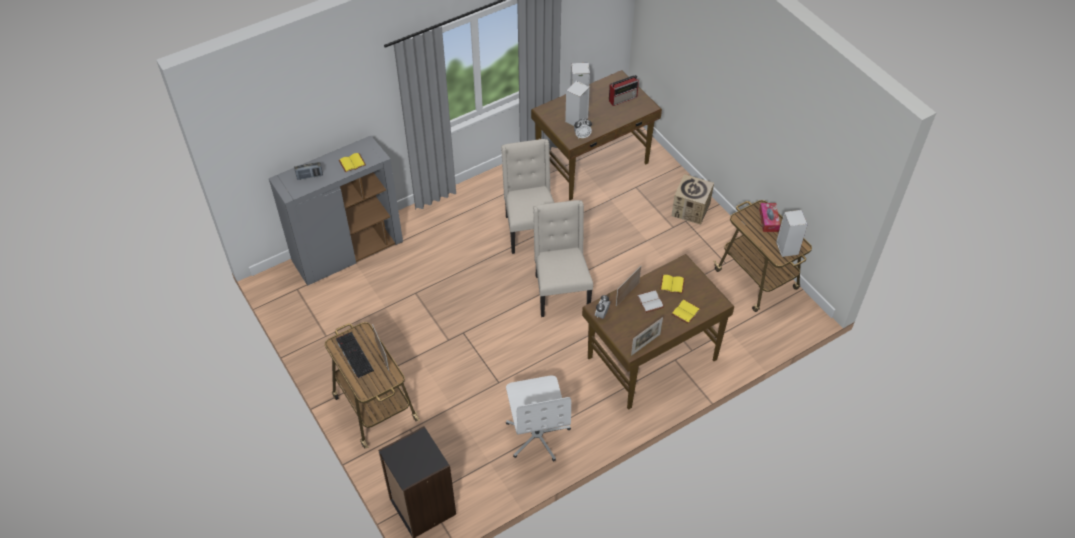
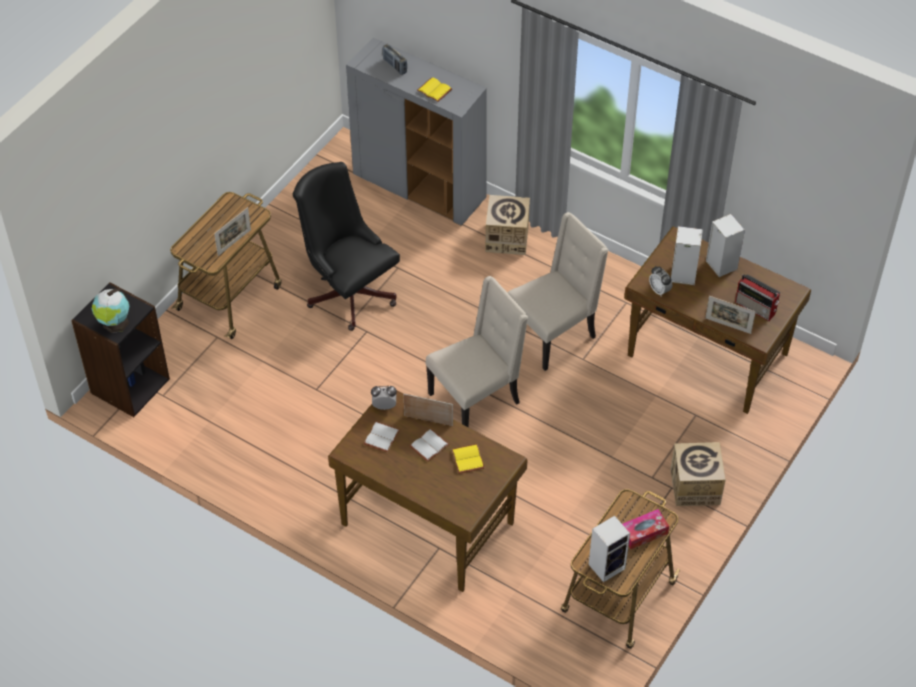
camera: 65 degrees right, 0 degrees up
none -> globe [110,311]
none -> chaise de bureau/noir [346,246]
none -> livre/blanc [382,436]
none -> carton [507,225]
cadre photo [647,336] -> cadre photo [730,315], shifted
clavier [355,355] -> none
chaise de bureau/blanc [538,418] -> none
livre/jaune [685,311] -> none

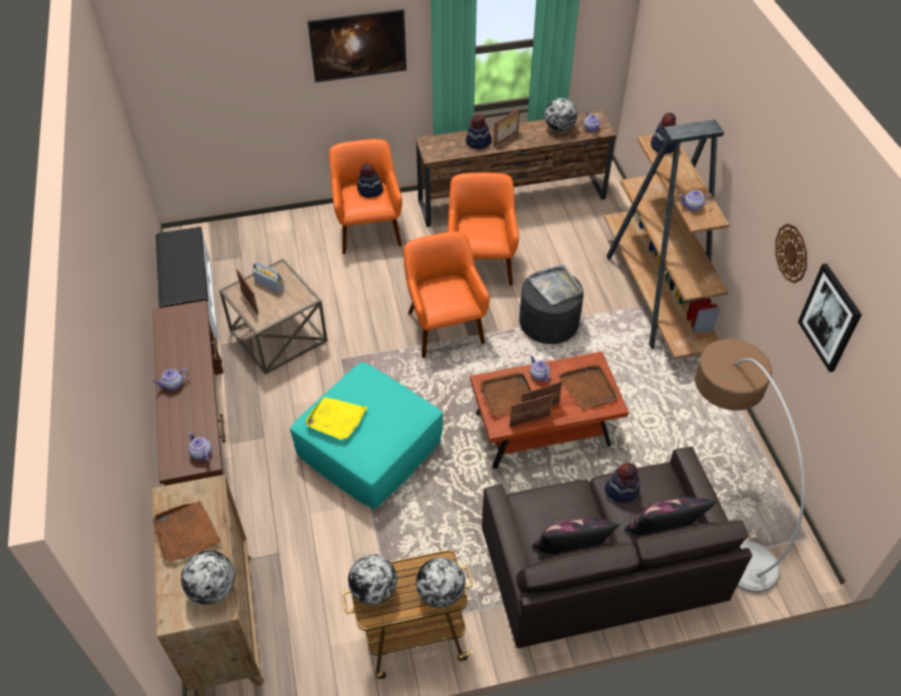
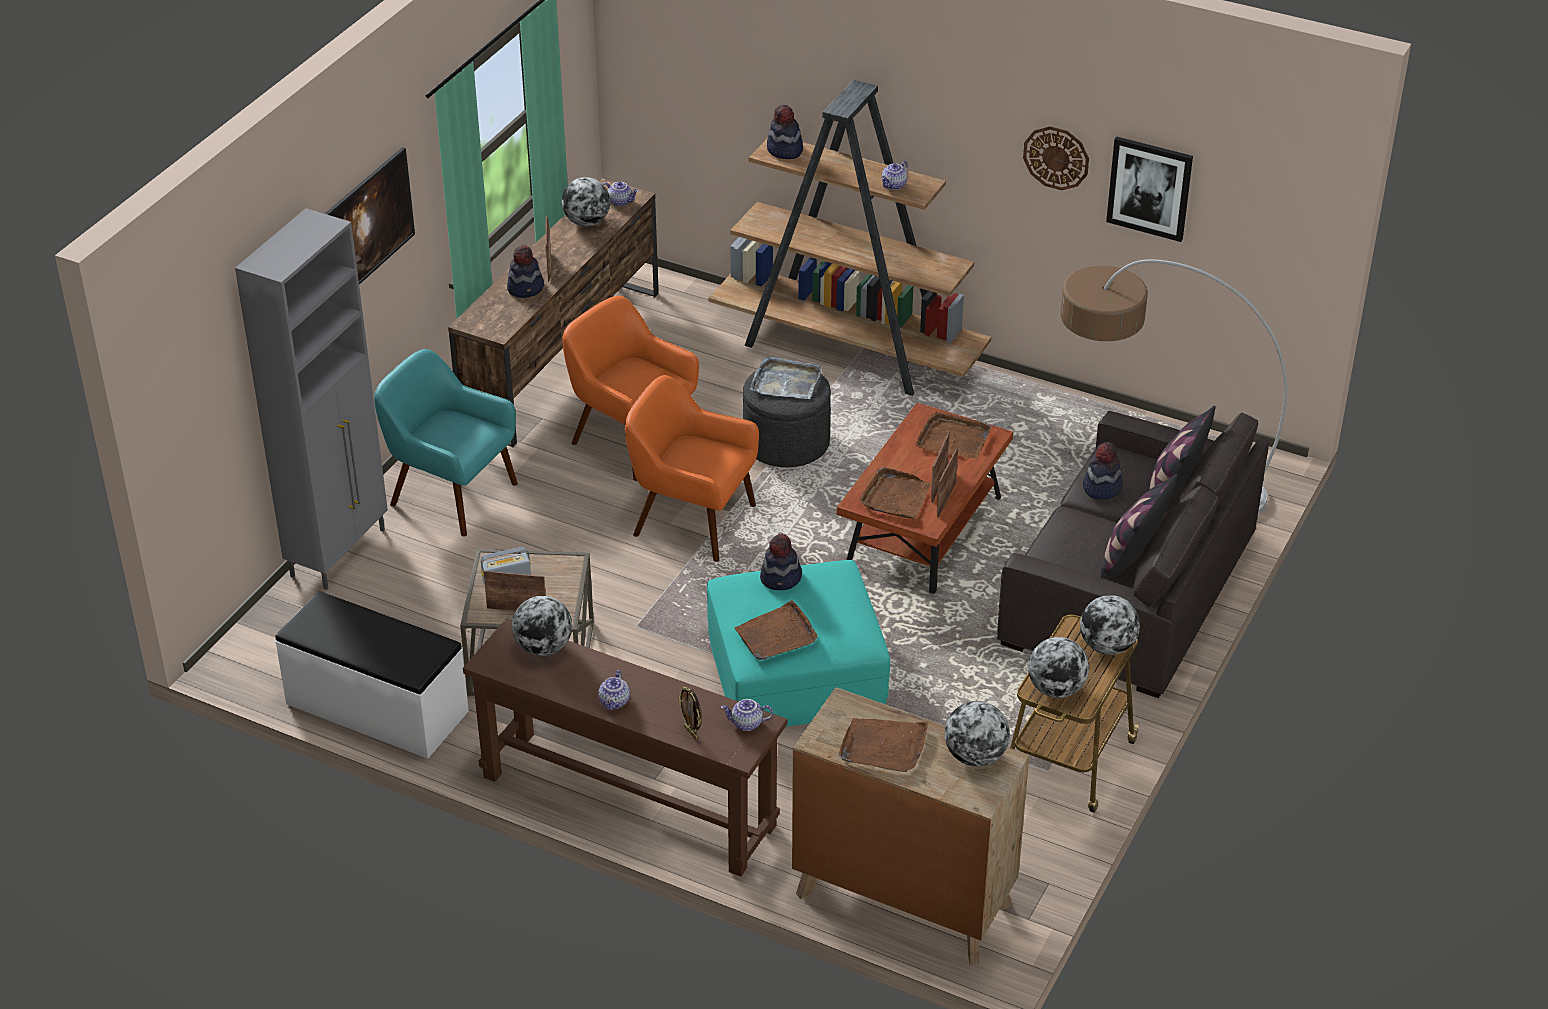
camera: 50 degrees left, 10 degrees down
none -> meuble de rangement/gris [311,399]
fauteuil/orange [365,196] -> fauteuil/turquoise [446,443]
none -> globe [542,626]
none -> cadre photo [690,713]
plateau/jaune [336,418] -> plateau/marron [776,630]
chapeau [370,180] -> chapeau [781,562], shifted
théière [540,369] -> none

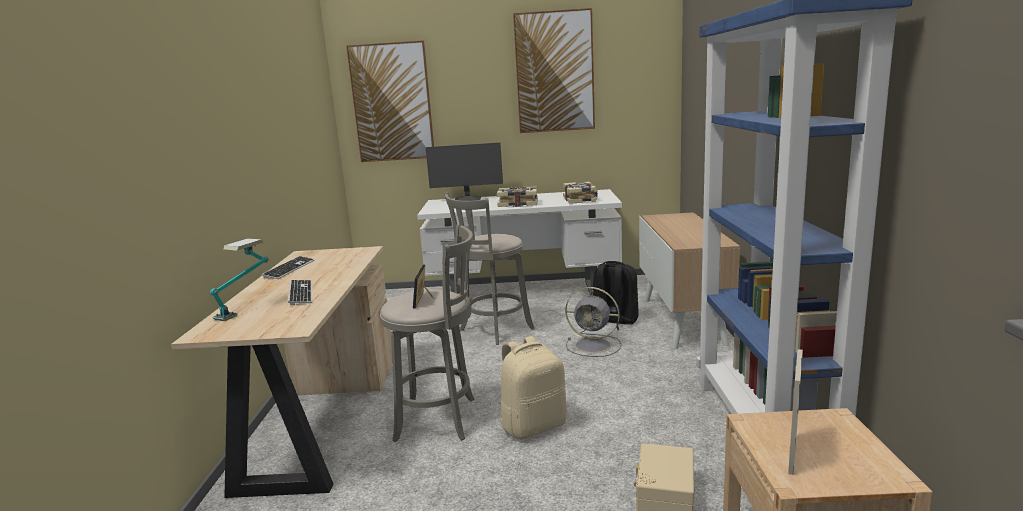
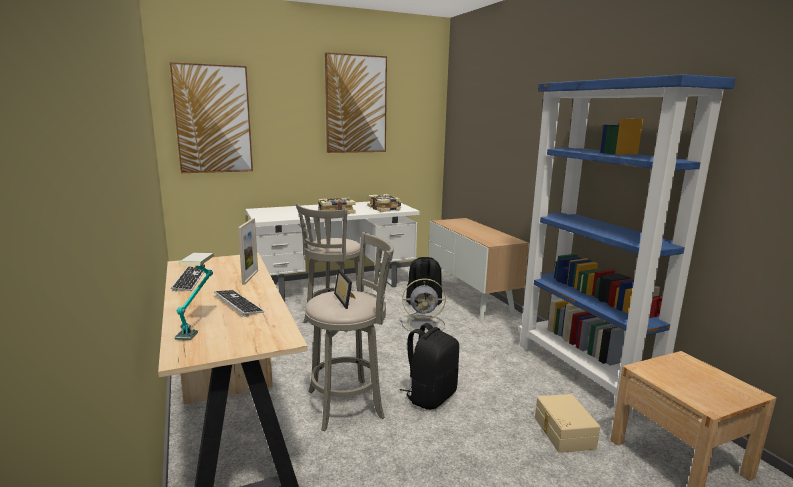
camera: 25 degrees left, 0 degrees up
cadre photo [795,412] -> cadre photo [248,251], shifted
sac à dos/beige [534,388] -> sac à dos/noir [429,366]
écran d'ordinateur [464,172] -> none

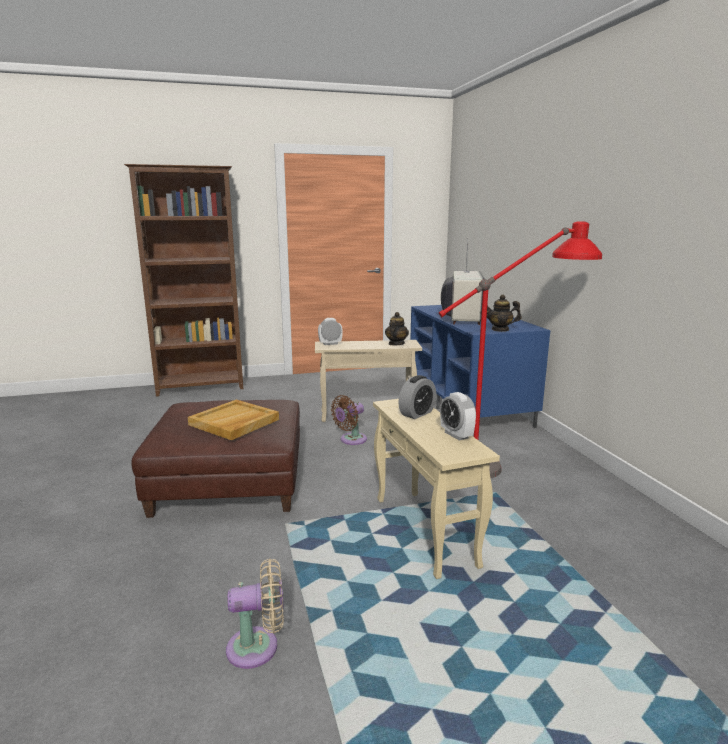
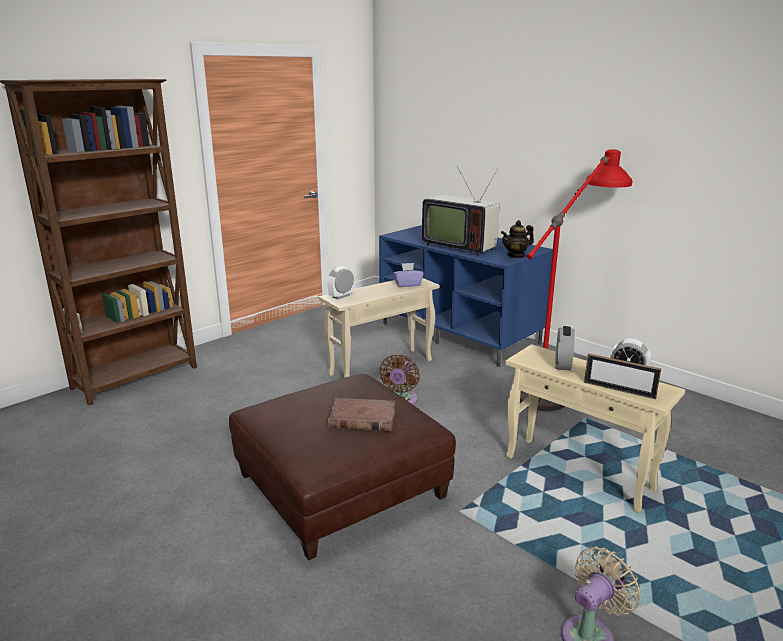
camera: 30 degrees left, 5 degrees up
plateau/beige [233,419] -> livre/marron [362,414]
théière [397,328] -> boîte à mouchoirs/violet [408,275]
téléviseur [463,283] -> téléviseur [460,211], 150 degrees clockwise
none -> cadre photo [622,376]

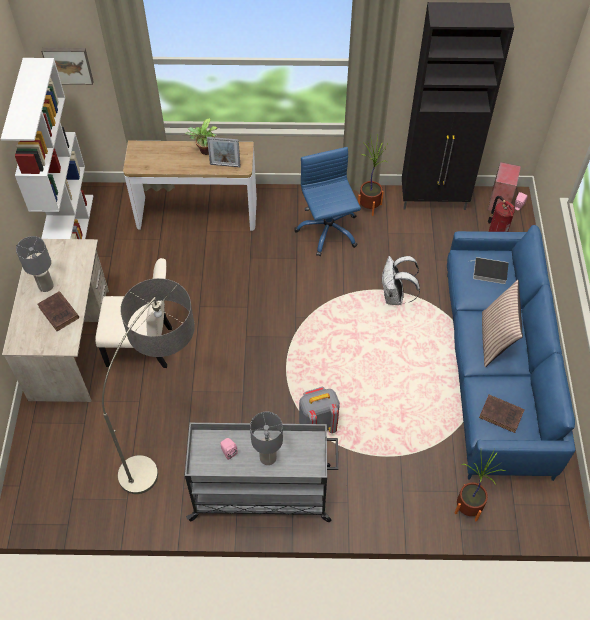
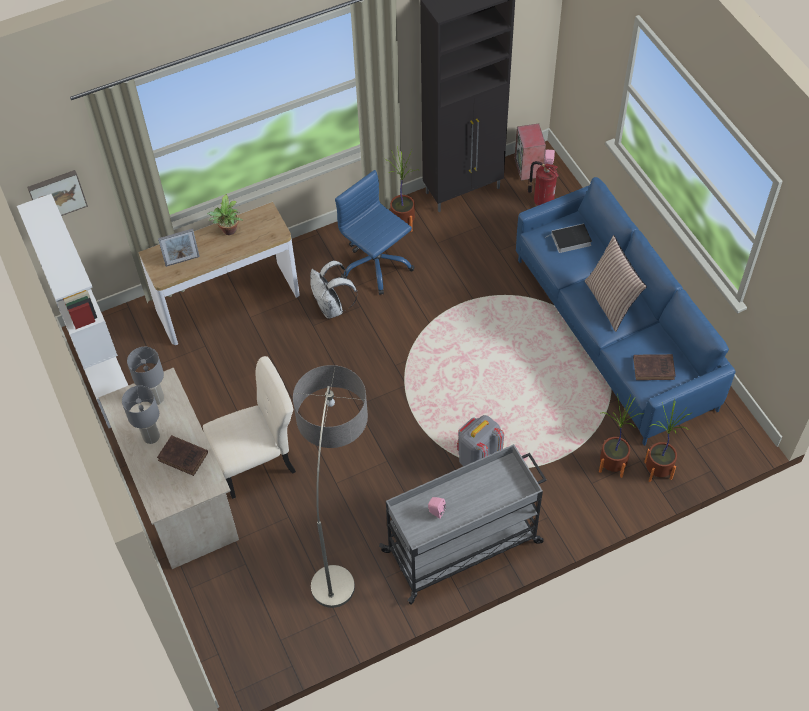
camera: 25 degrees left, 0 degrees up
lampe de table/gris [266,438] -> lampe de table/gris [145,376], shifted
cadre photo [224,152] -> cadre photo [179,248], shifted
sac à dos/blanc [401,280] -> sac à dos/blanc [333,290], shifted
none -> plante en pot [621,436]

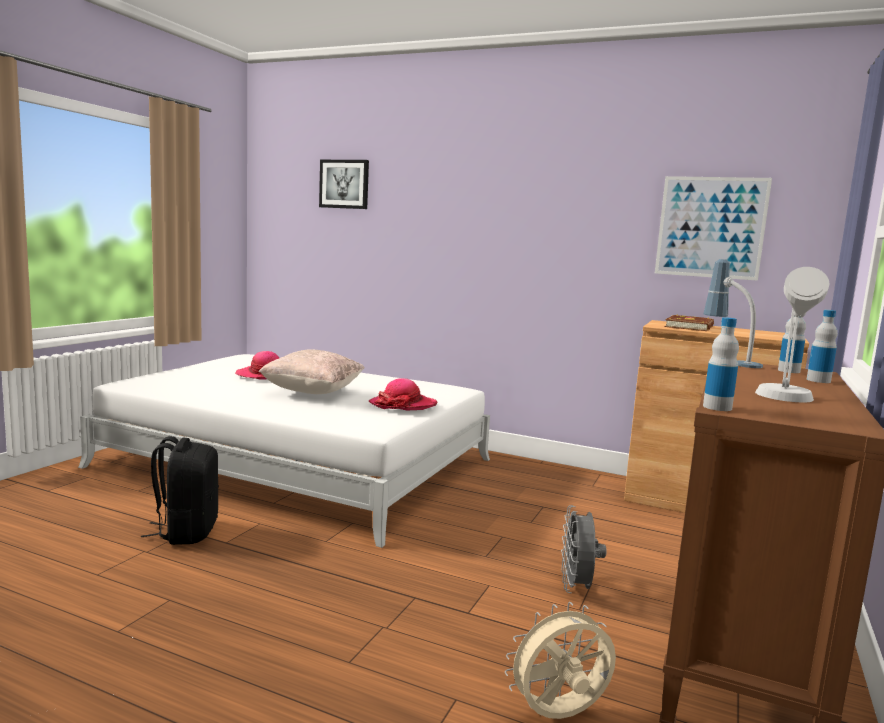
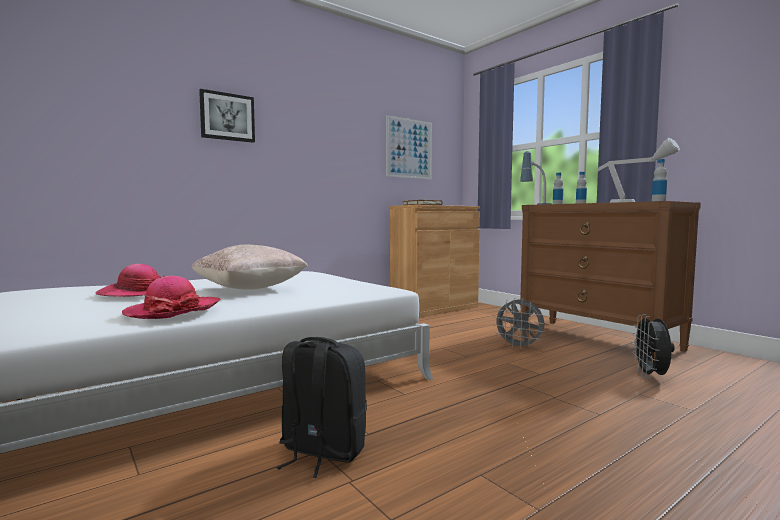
camera: 60 degrees left, 5 degrees down
chapeau [403,394] -> chapeau [171,297], shifted
tableau [344,184] -> tableau [227,116], shifted
ventilateur/beige [560,660] -> ventilateur/noir [653,346]

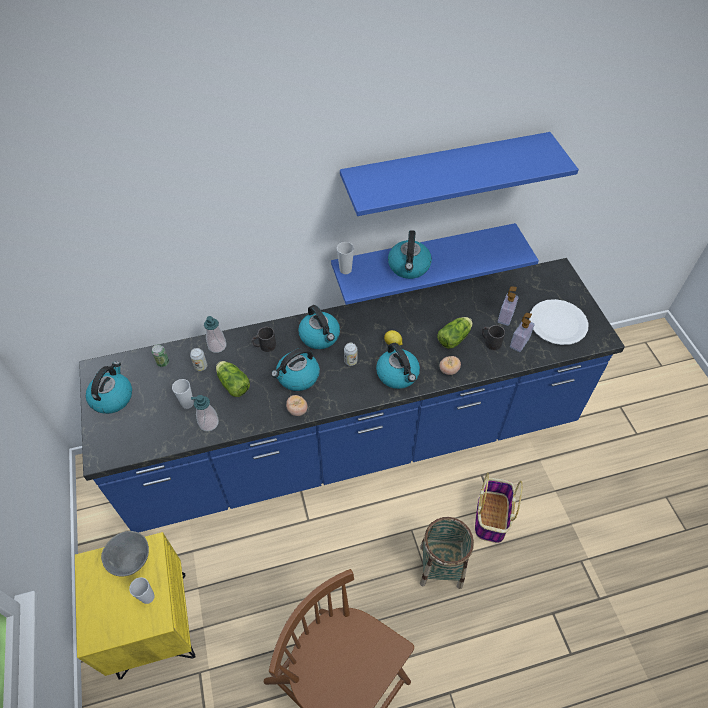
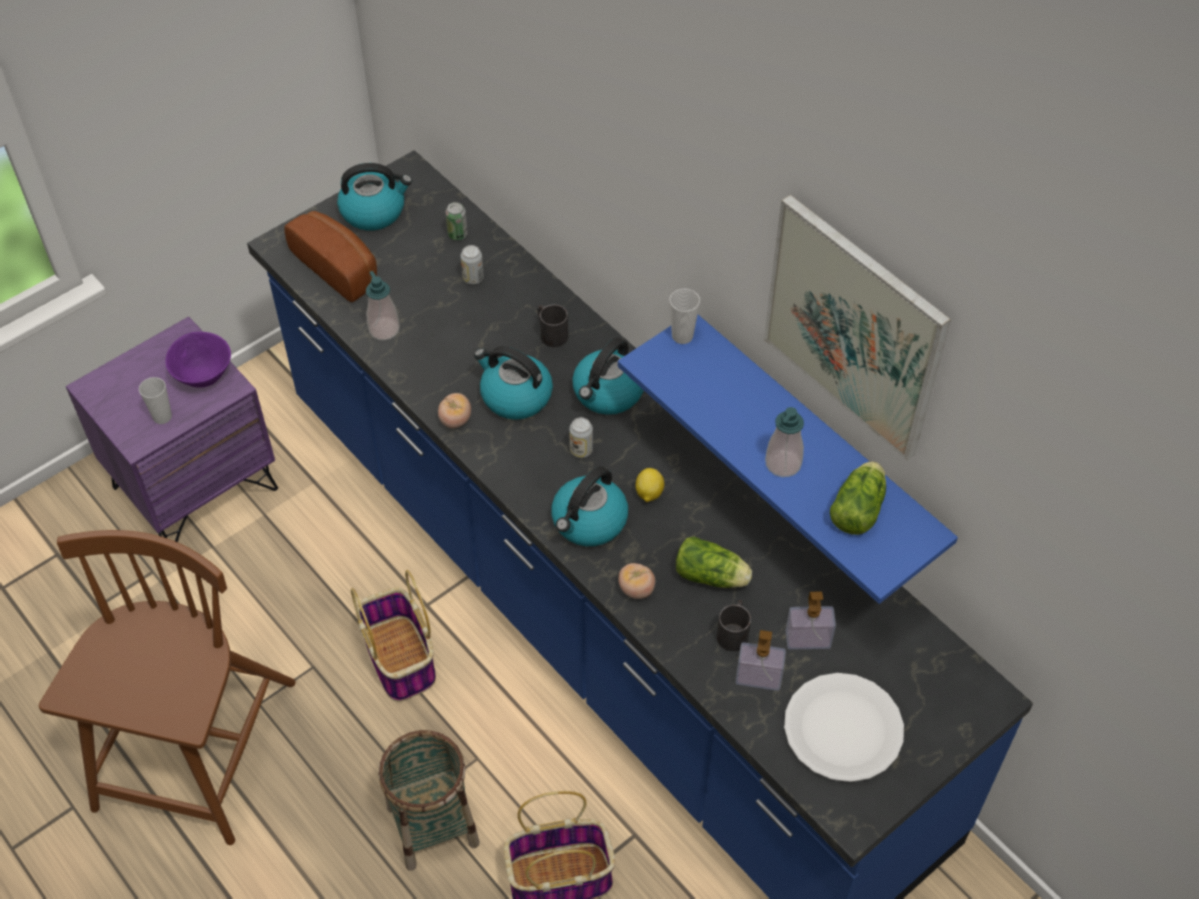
camera: 65 degrees right, 0 degrees up
table de chevet/jaune [135,606] -> table de chevet/violet [172,429]
bol/gris [125,553] -> bol/violet [198,360]
none -> pain [330,256]
none -> panier [393,636]
étagère/bleu [459,174] -> tableau [857,327]
distributeur de savon [215,334] -> distributeur de savon [784,442], shifted
laitue [233,379] -> laitue [858,498], shifted
tasse [183,394] -> none
bouilloire [410,254] -> none

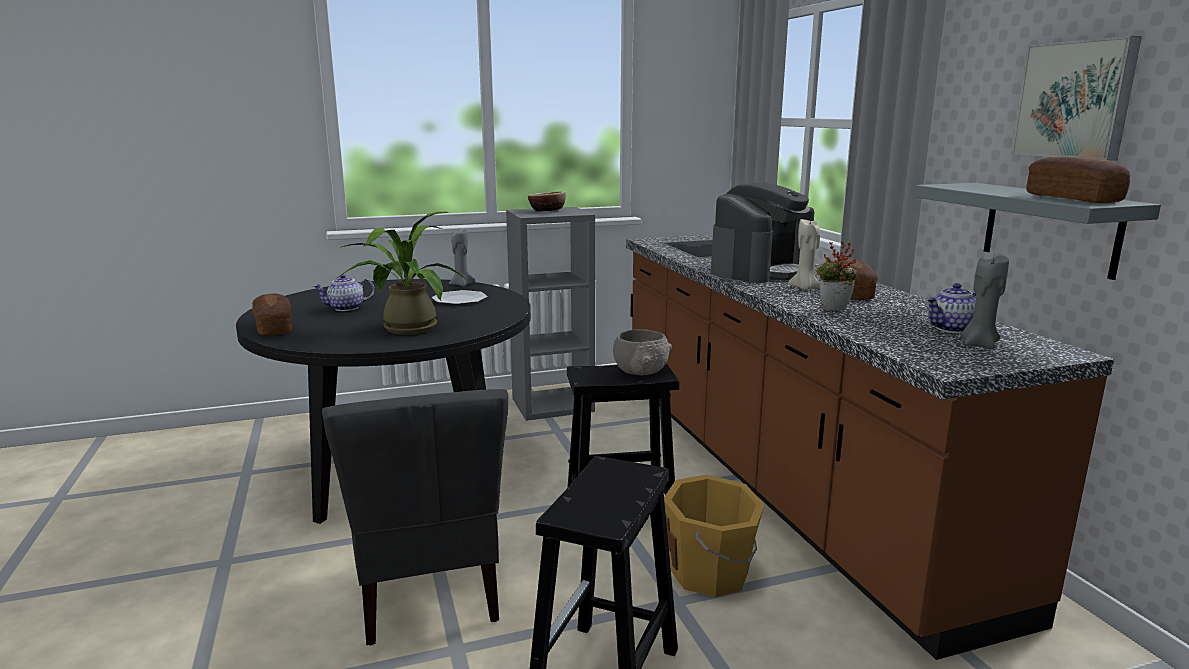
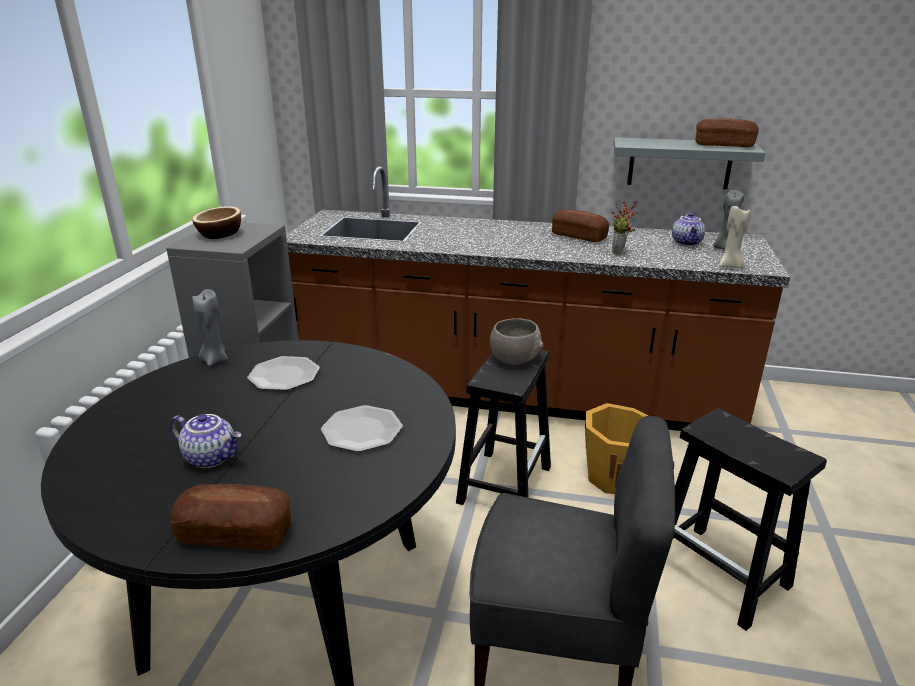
camera: 60 degrees left, 10 degrees up
théière [344,292] -> théière [205,441], 75 degrees counterclockwise
plante en pot [403,273] -> assiette [362,428]
bougie/beige [804,254] -> bougie/beige [734,236], shifted
machine à café [762,233] -> none
tableau [1076,98] -> none

